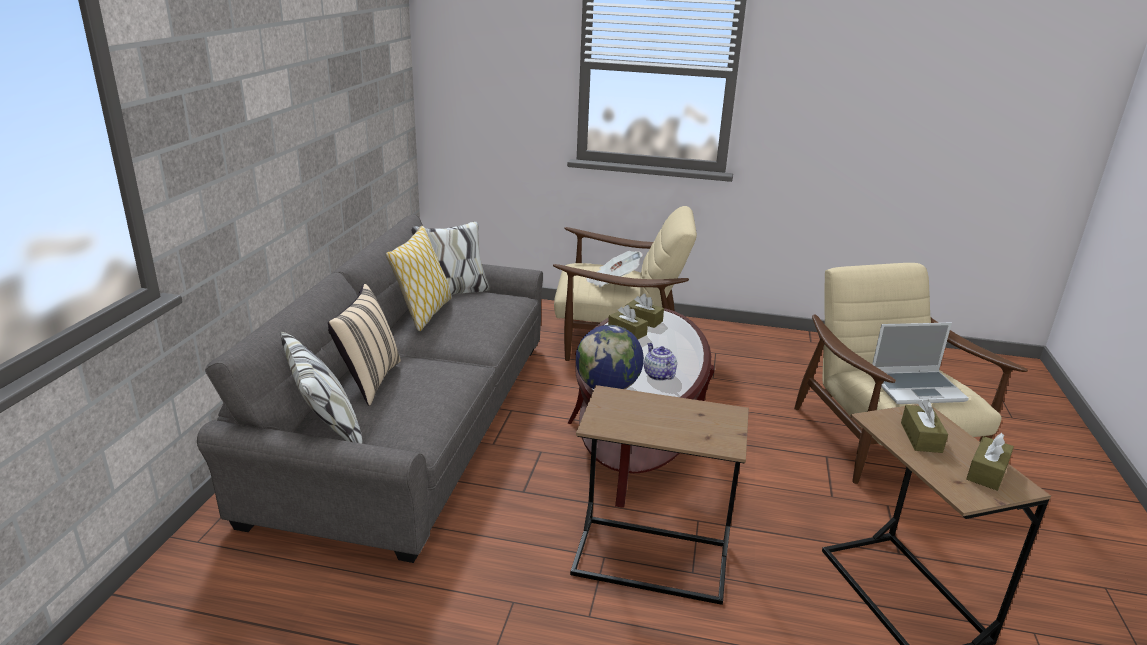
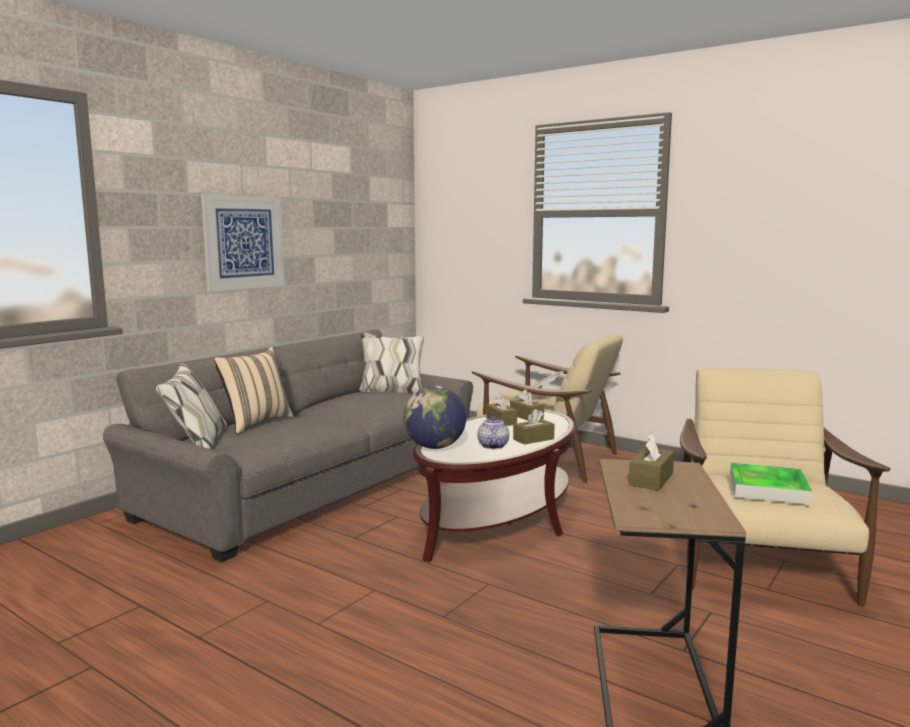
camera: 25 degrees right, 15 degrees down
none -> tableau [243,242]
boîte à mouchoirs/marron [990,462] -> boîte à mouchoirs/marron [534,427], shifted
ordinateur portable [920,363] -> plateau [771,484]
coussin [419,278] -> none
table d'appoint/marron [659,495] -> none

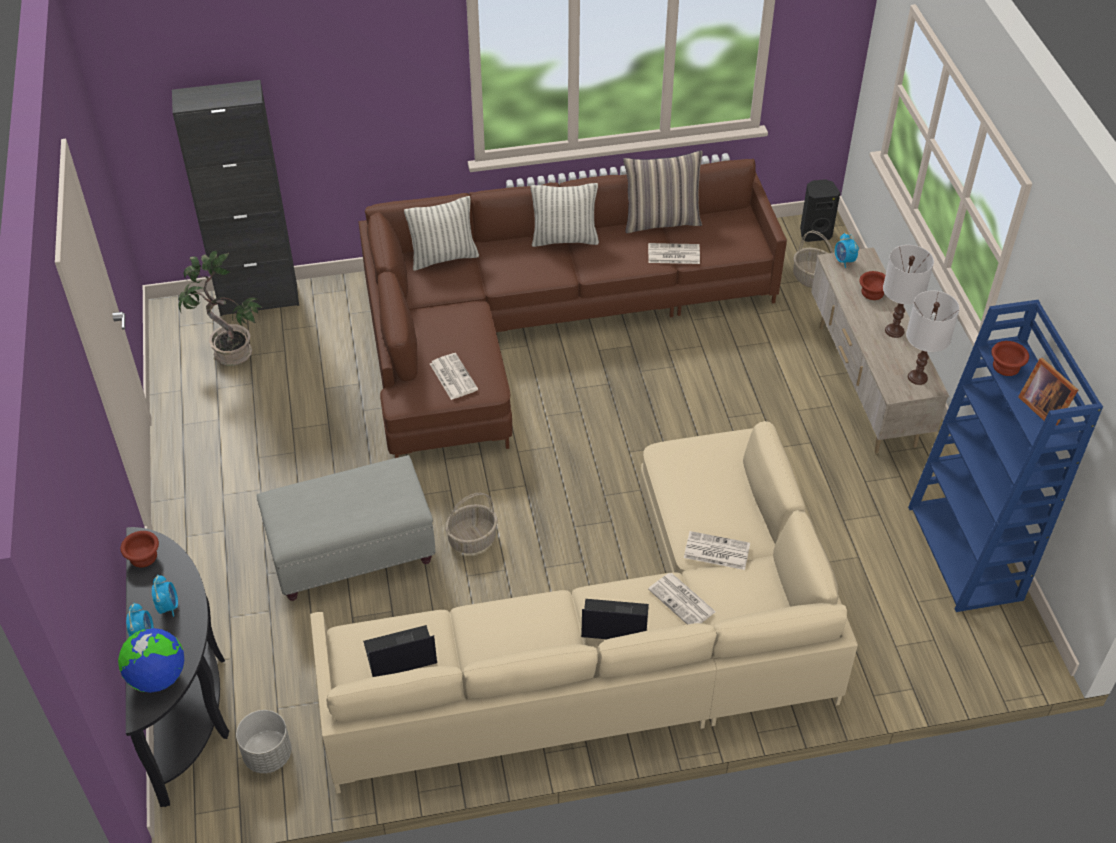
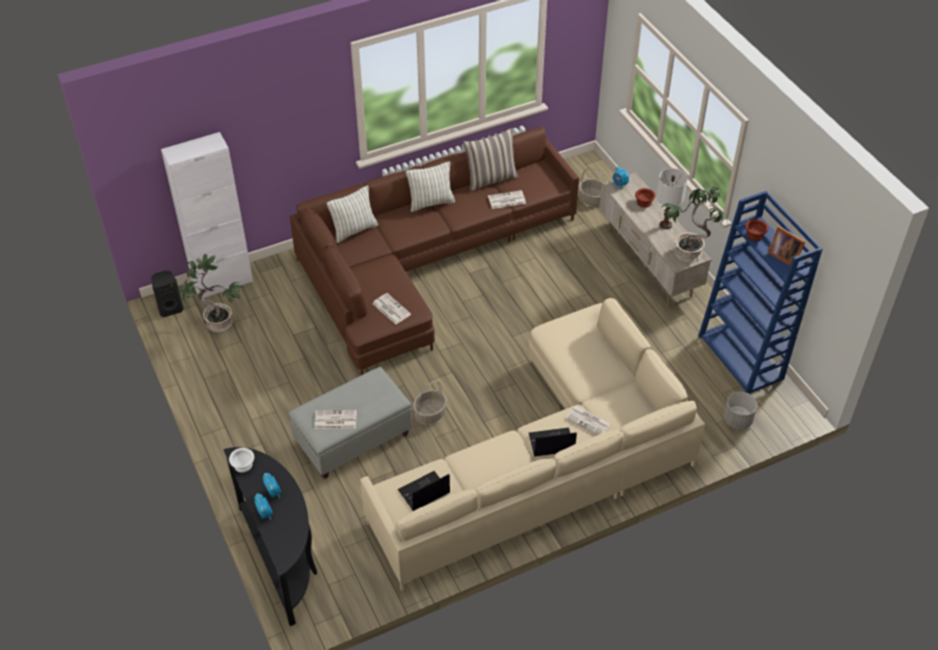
camera: 15 degrees left, 0 degrees up
enceinte/noir [820,210] -> enceinte/noir [167,293], shifted
meuble de rangement/noir [235,198] -> meuble de rangement/blanc [207,215]
bol/marron [140,549] -> bol/blanc [241,460]
journal [717,550] -> journal [336,419], shifted
lampe de table/blanc [932,337] -> plante en pot [695,224]
cache-pot/gris [263,741] -> cache-pot/gris [740,410], shifted
globe [151,660] -> none

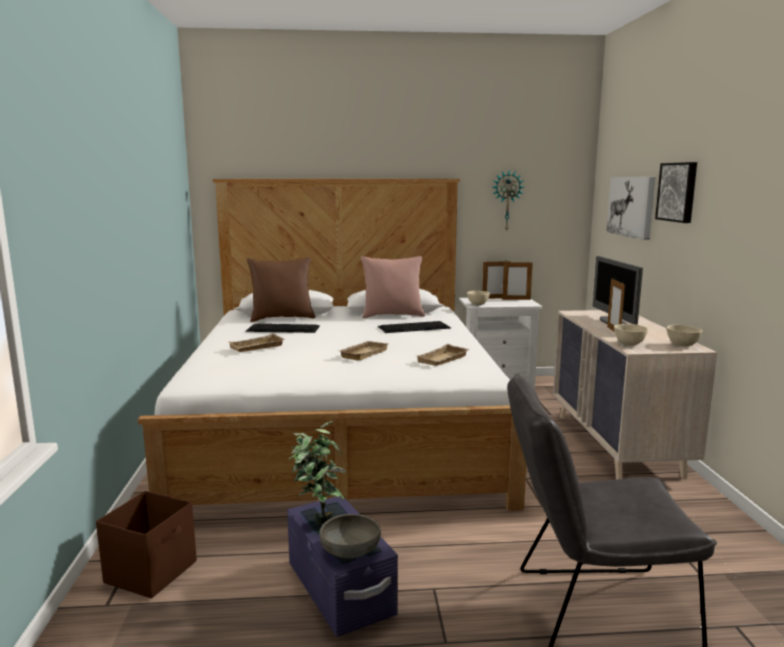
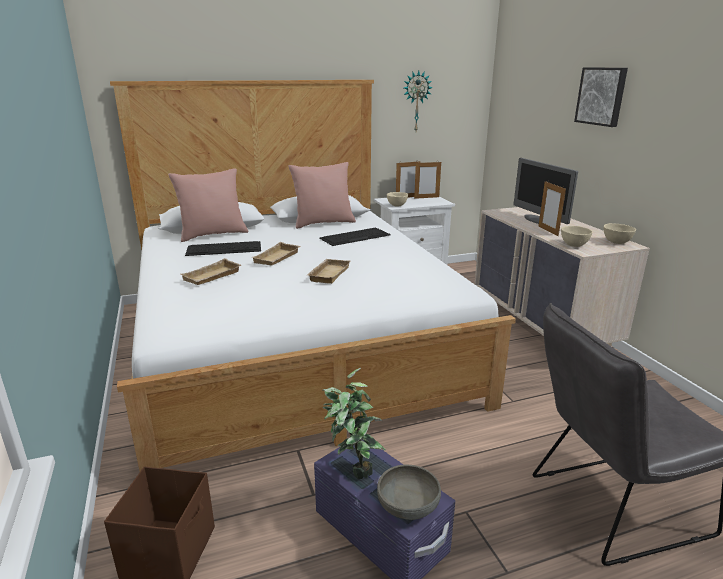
camera: 15 degrees left, 10 degrees up
coussin/marron [281,289] -> coussin/rose [208,205]
plateau/beige [443,355] -> plateau/beige [276,254], shifted
tableau [630,208] -> none

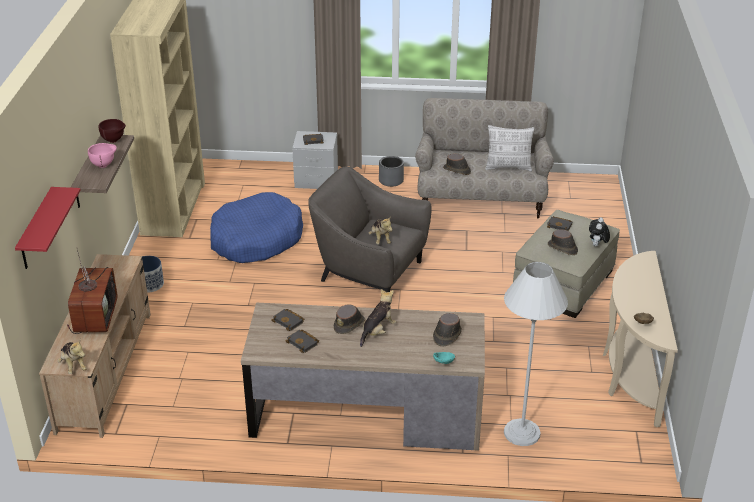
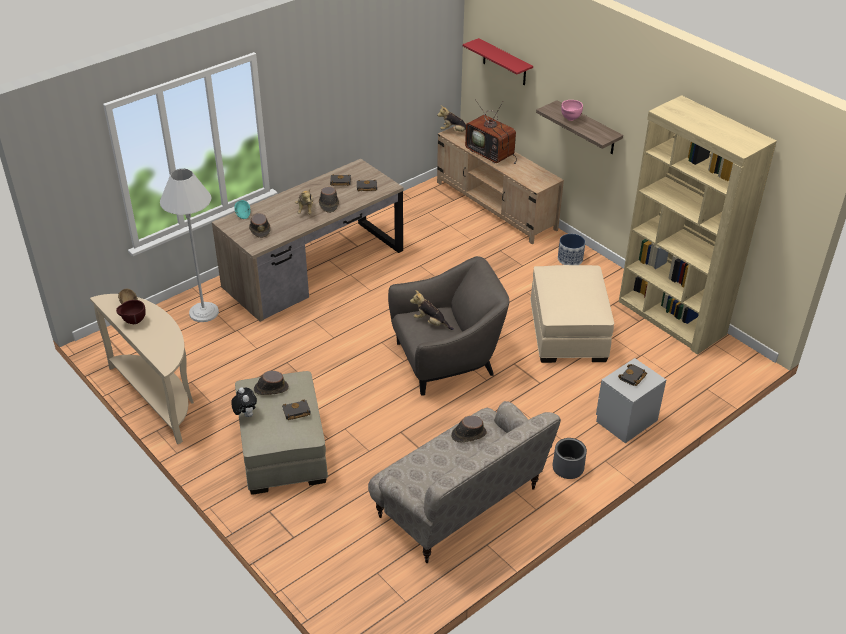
camera: 135 degrees right, 5 degrees up
bol/marron [112,131] -> bol/marron [131,312], shifted
panier pour chien/bleu [256,227] -> pouf/beige [572,314]
coussin [509,148] -> none

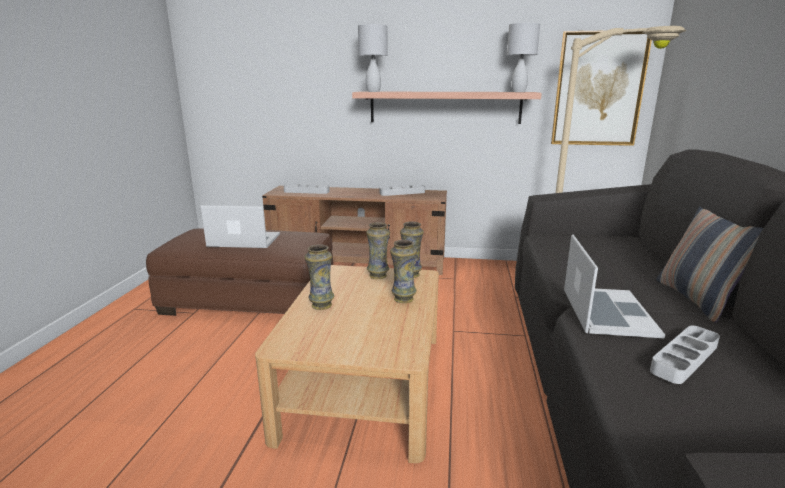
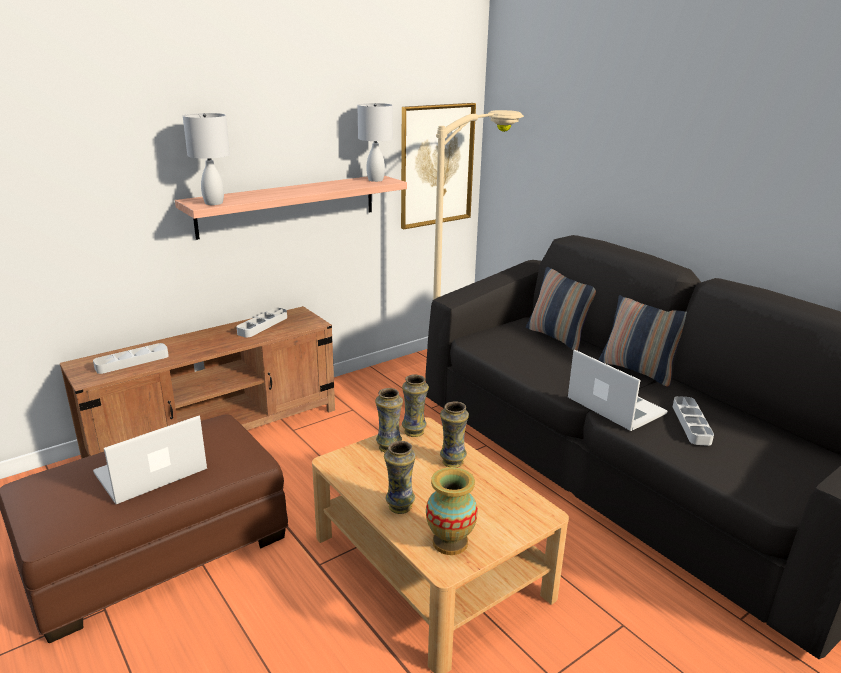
camera: 45 degrees left, 5 degrees up
none -> vase [452,511]
none -> coussin [561,309]

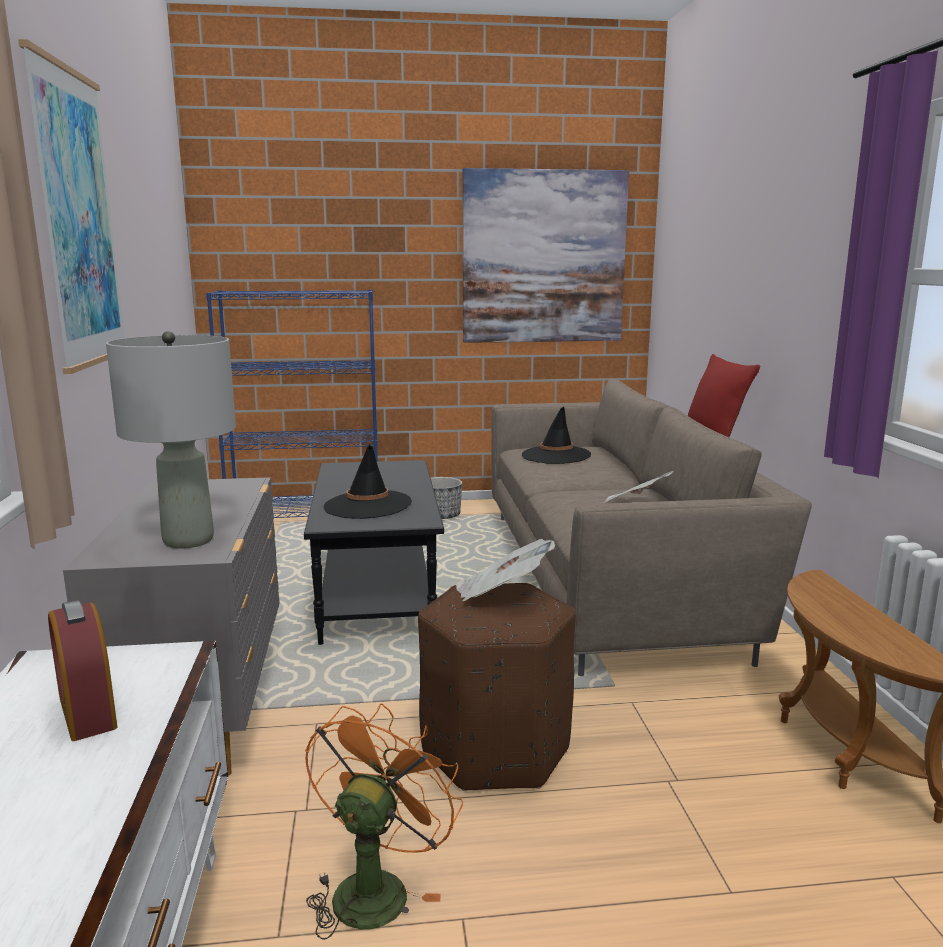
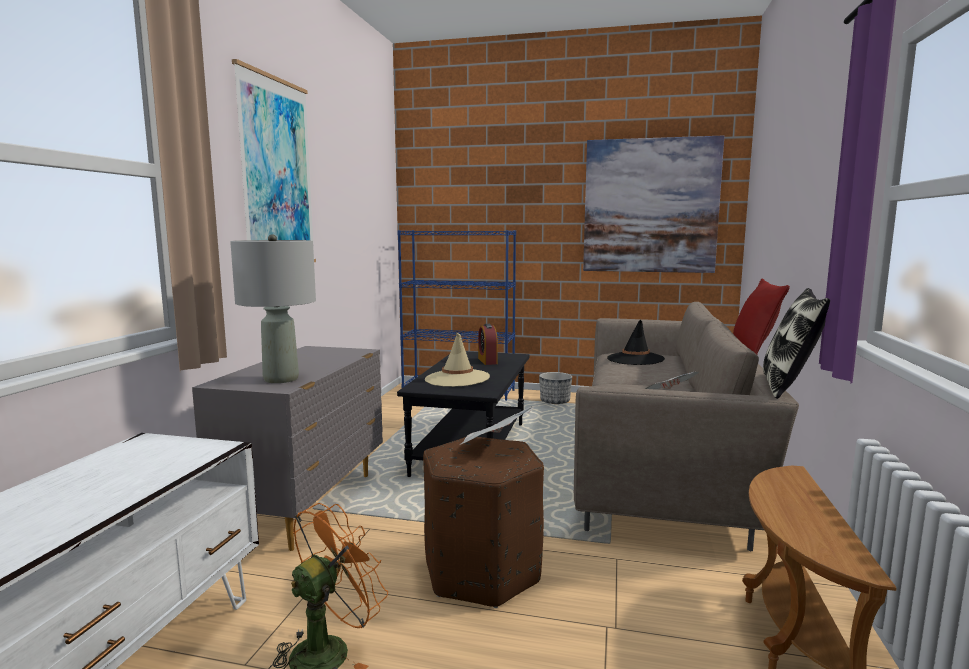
camera: 20 degrees right, 5 degrees down
chapeau/noir [367,482] -> chapeau/beige [457,360]
réveil [82,670] -> réveil [488,344], shifted
none -> coussin [796,343]

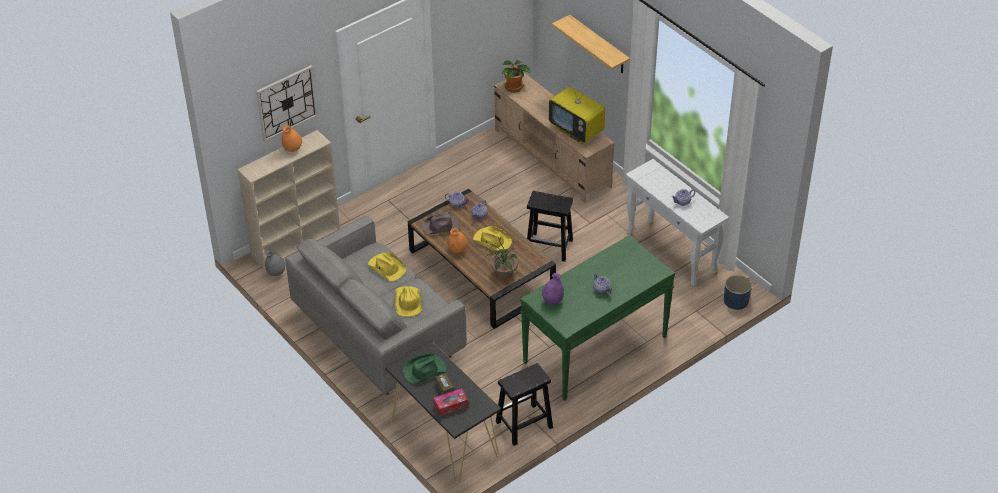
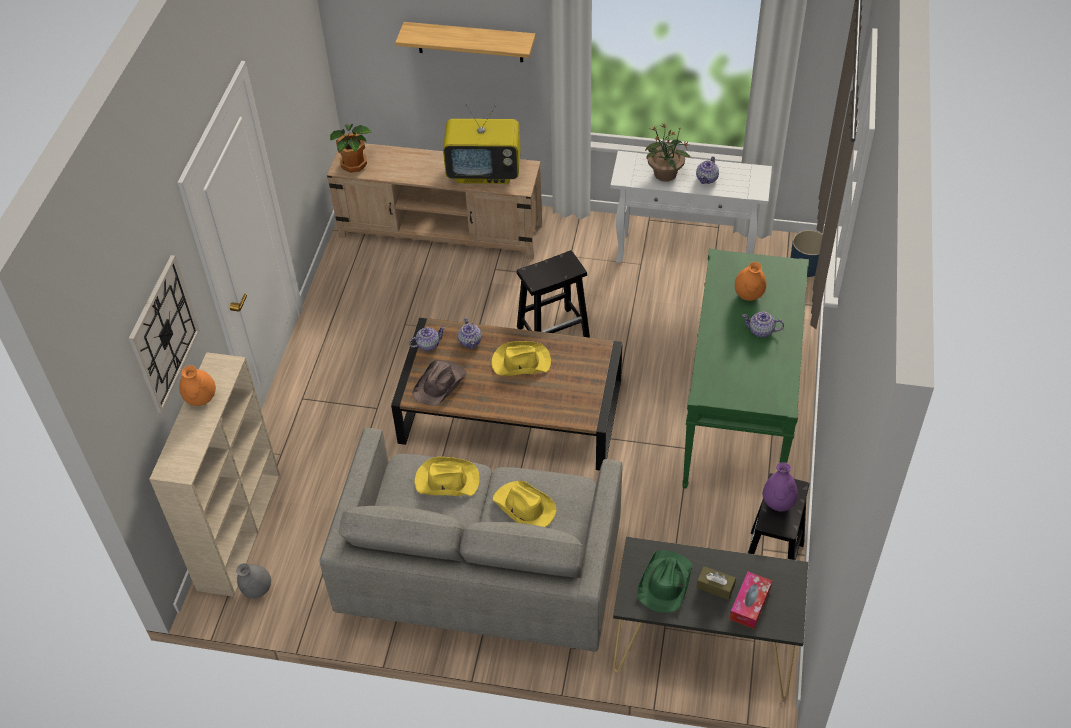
camera: 40 degrees left, 5 degrees up
plante en pot [503,258] -> plante en pot [668,152], shifted
vase/orange [458,240] -> vase/orange [750,281], shifted
vase/violet [553,289] -> vase/violet [780,486], shifted

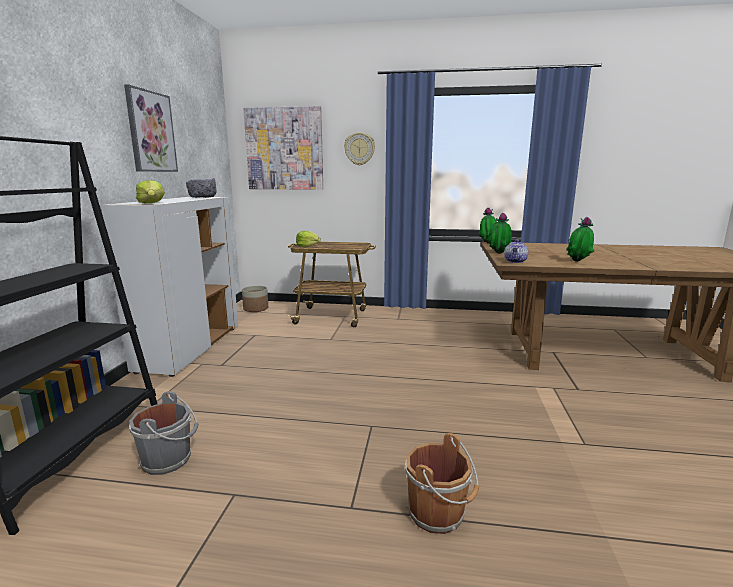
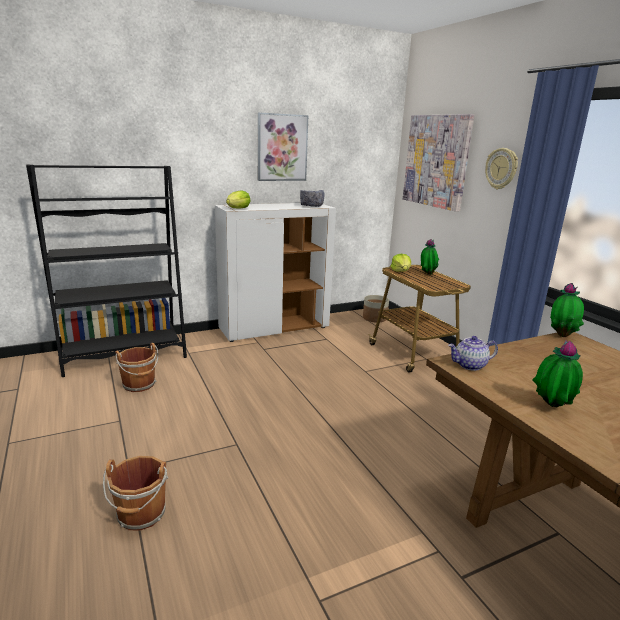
camera: 55 degrees right, 5 degrees up
seau/gris [164,433] -> seau/marron [136,367]
plante en pot [499,233] -> plante en pot [430,257], shifted

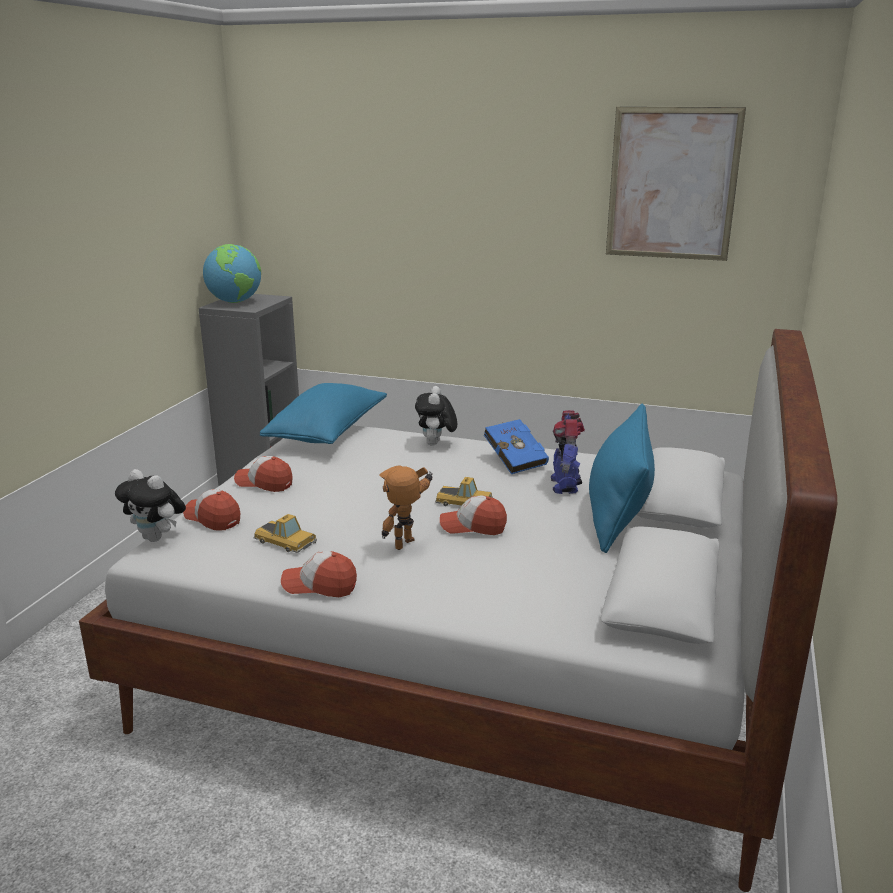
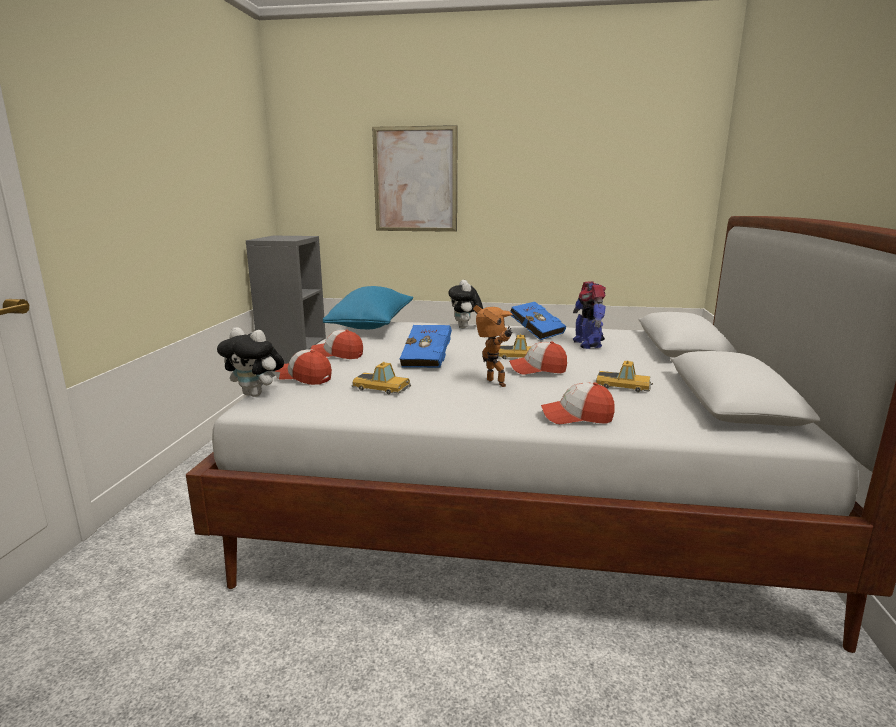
camera: 10 degrees left, 5 degrees down
tableau [676,184] -> tableau [415,178], shifted
none -> livre/bleu [426,346]
robot jouet [406,507] -> robot jouet [493,346], 120 degrees clockwise
casquette [319,574] -> casquette [577,403], shifted
none -> petite voiture [624,376]
globe [232,273] -> none
coussin/bleu [622,478] -> none

